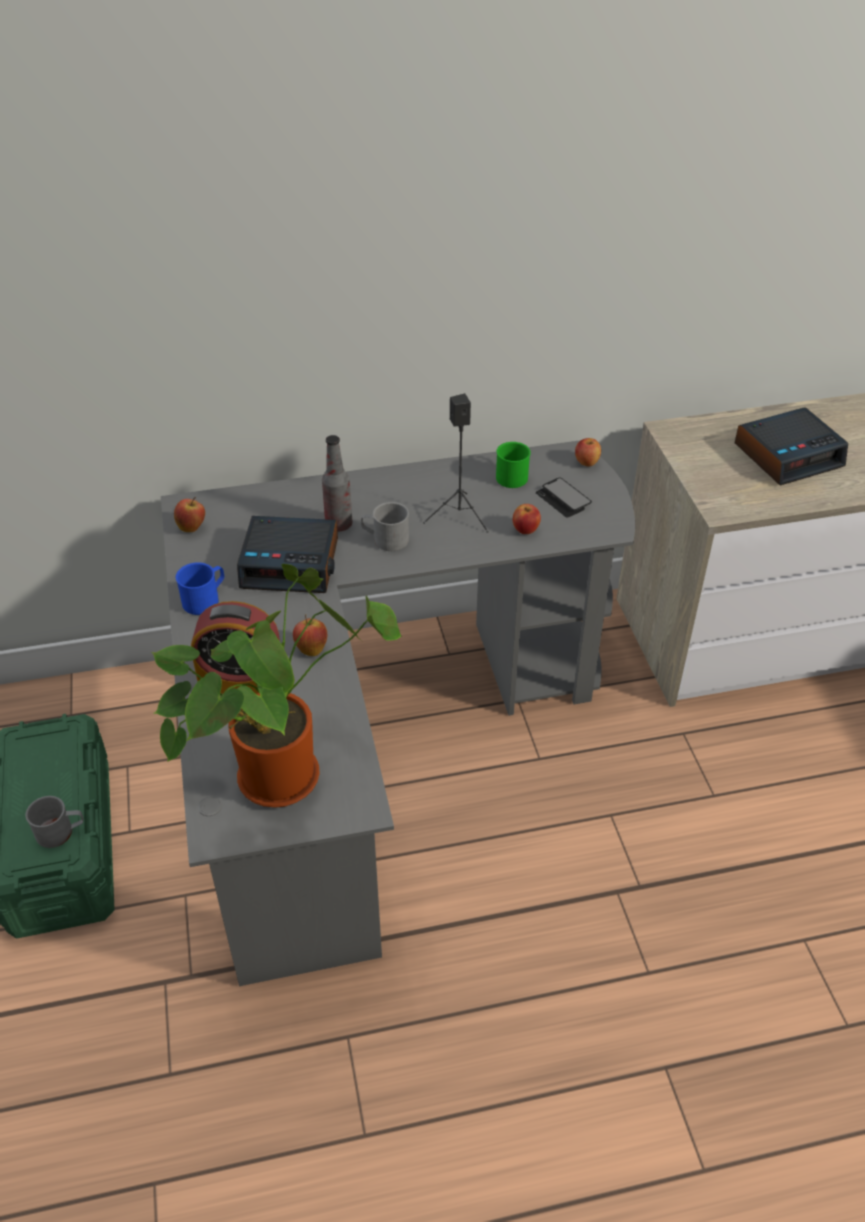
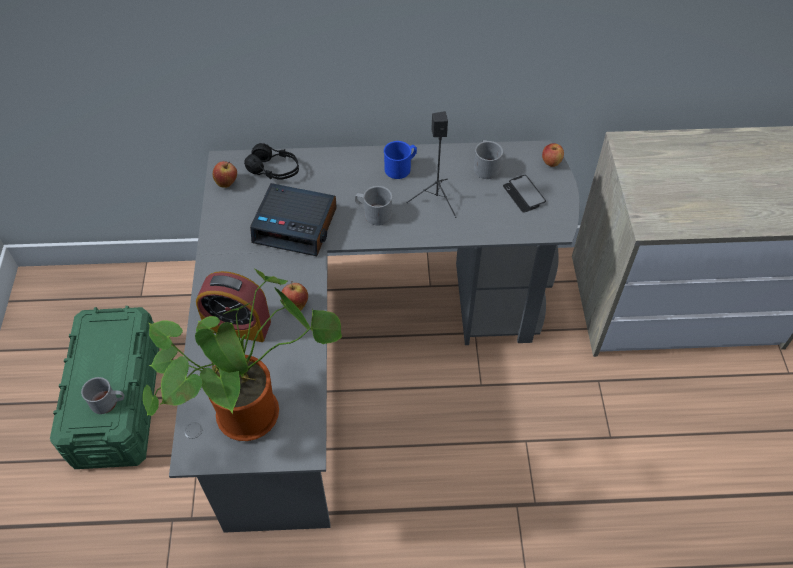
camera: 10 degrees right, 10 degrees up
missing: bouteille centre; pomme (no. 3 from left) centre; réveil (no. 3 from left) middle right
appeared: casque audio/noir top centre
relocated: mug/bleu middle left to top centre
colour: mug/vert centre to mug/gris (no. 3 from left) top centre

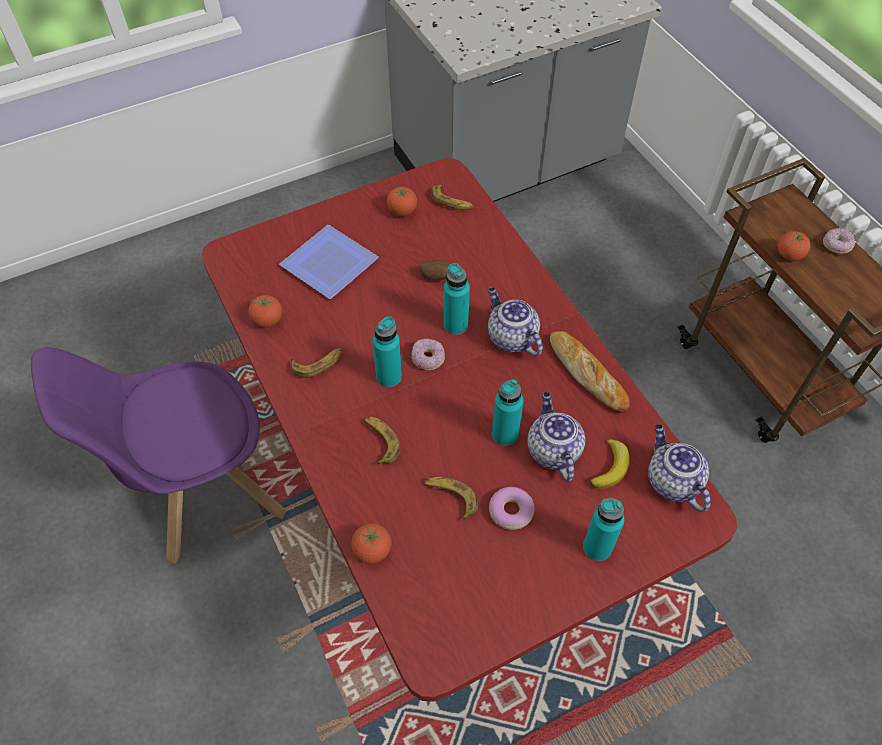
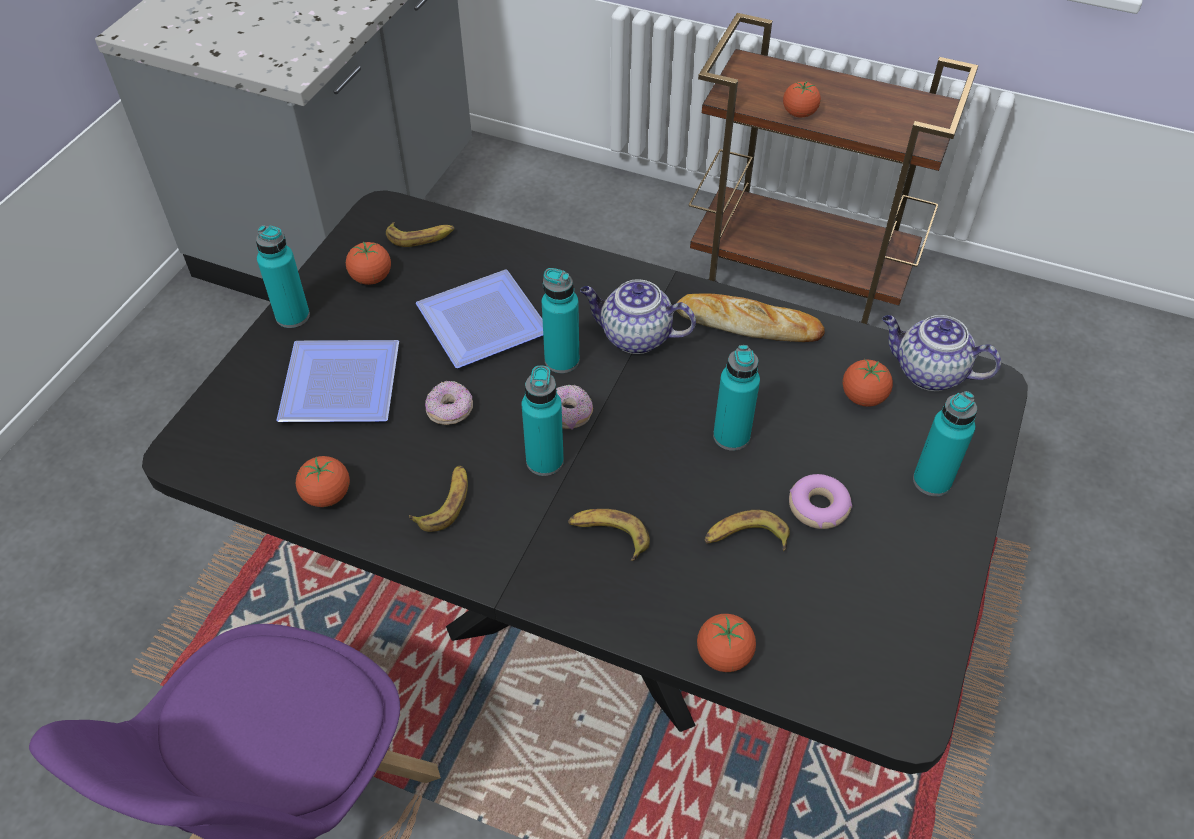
camera: 40 degrees left, 5 degrees down
missing: théière (no. 2 from left) centre
appeared: bouteille/turquoise (no. 1 from left) top left
relocated: beignet (no. 3 from left in the first image) top right to beignet (no. 1 from left) centre
exchanged: pomme de terre centre to assiette (no. 2 from left) centre; banane (no. 5 from left) middle right to tomate (no. 5 from left) middle right
colour: table à manger/rouge centre to table à manger/noir centre

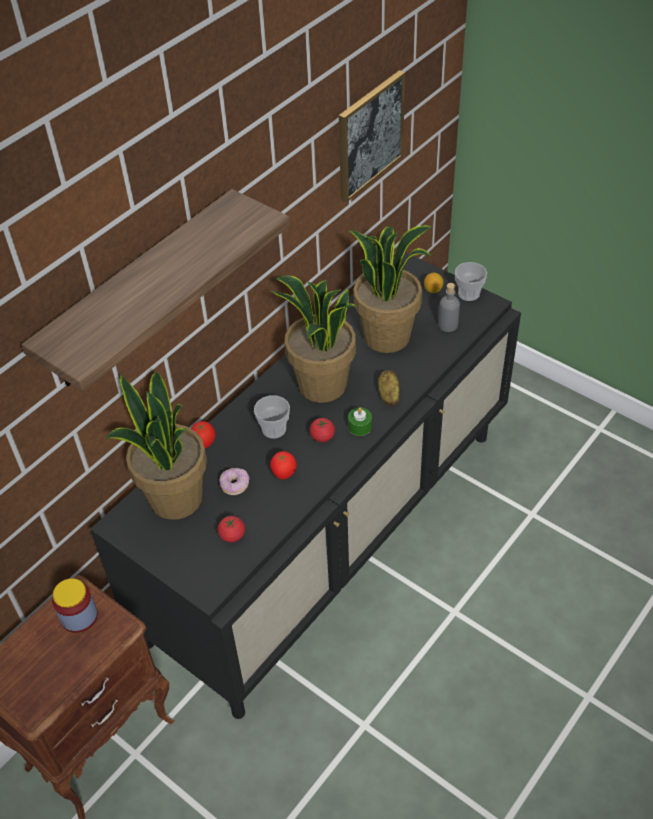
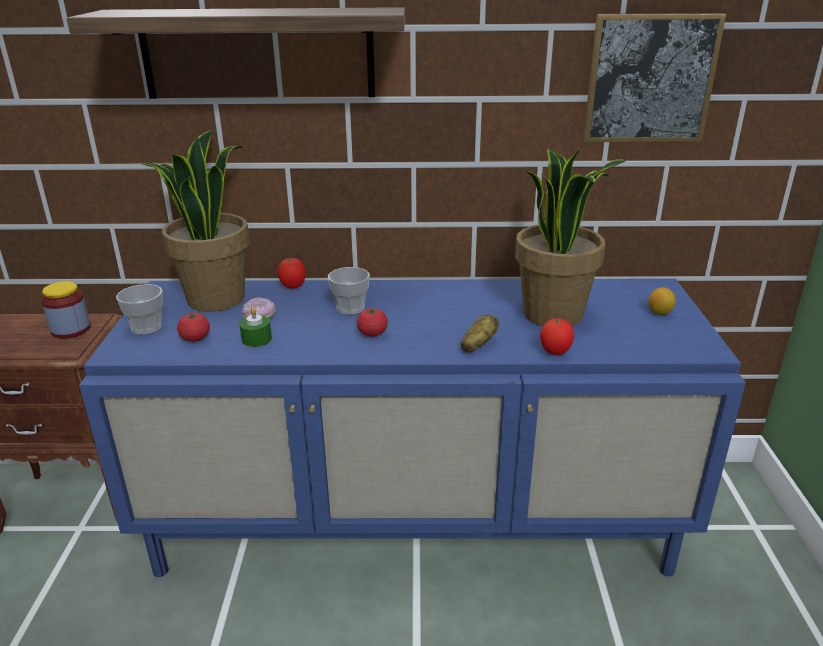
camera: 50 degrees right, 20 degrees down
missing: plante en pot (no. 2 from left) centre; bouteille/gris middle right
relocated: tasse (no. 2 from left in the first image) middle right to tasse (no. 1 from left) middle left; bougie/vert centre to middle left; tomate (no. 3 from left in the first image) centre to tomate (no. 4 from left) middle right
colour: meuble de rangement/noir centre to meuble de rangement/bleu centre

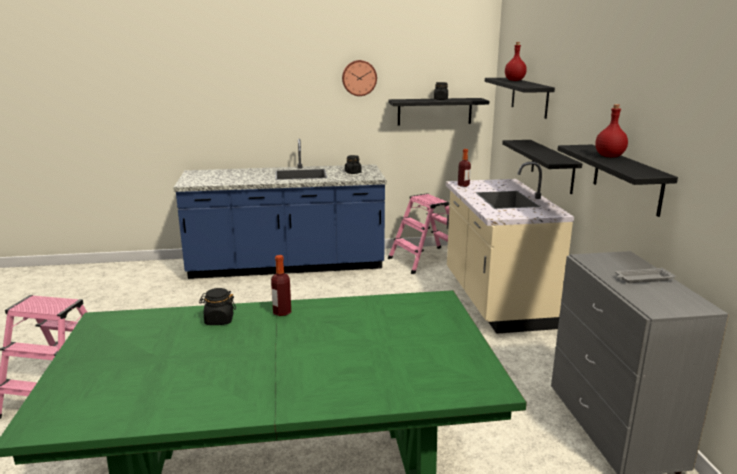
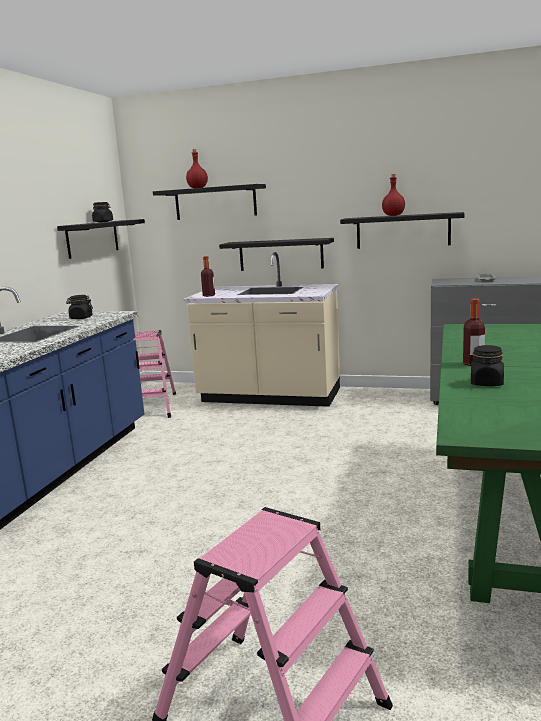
camera: 65 degrees left, 5 degrees down
missing: horloge murale top centre

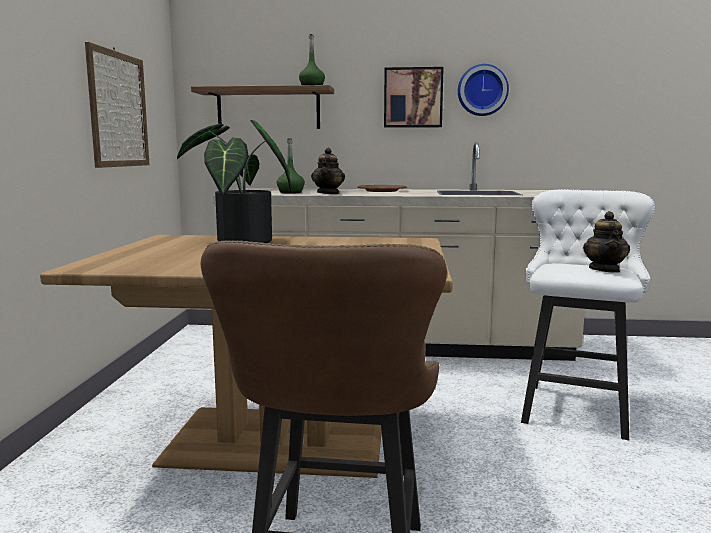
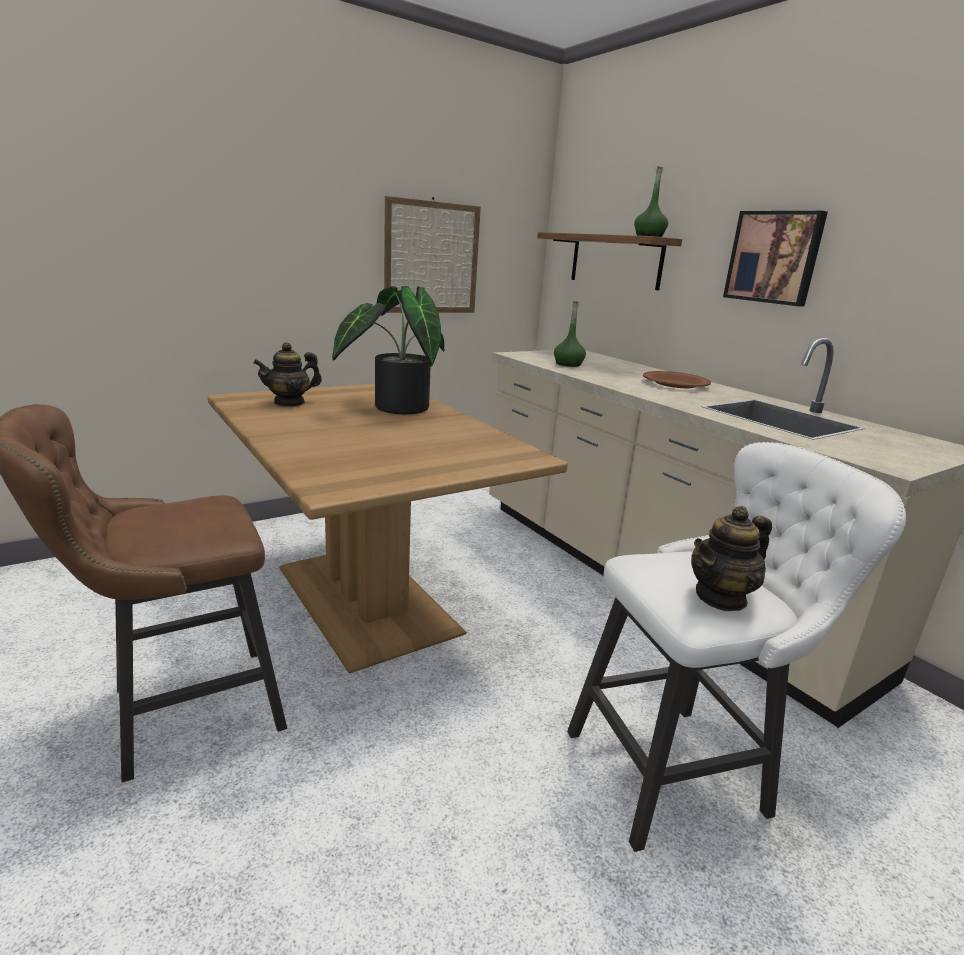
camera: 50 degrees right, 10 degrees up
missing: horloge murale top right
relocated: théière (no. 1 from left) top centre to middle left

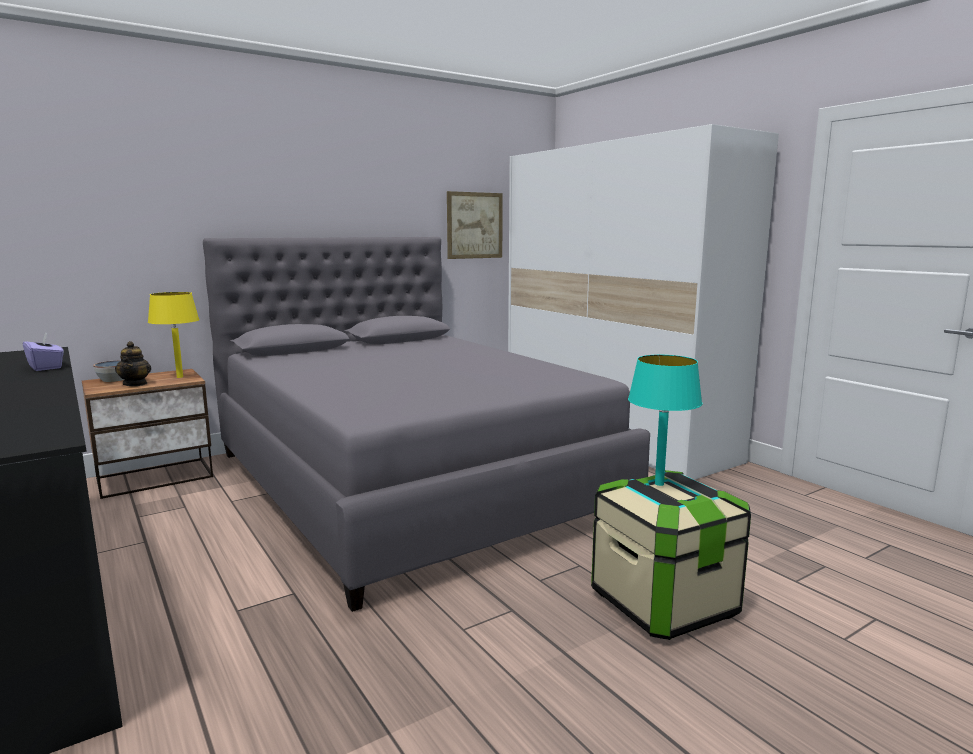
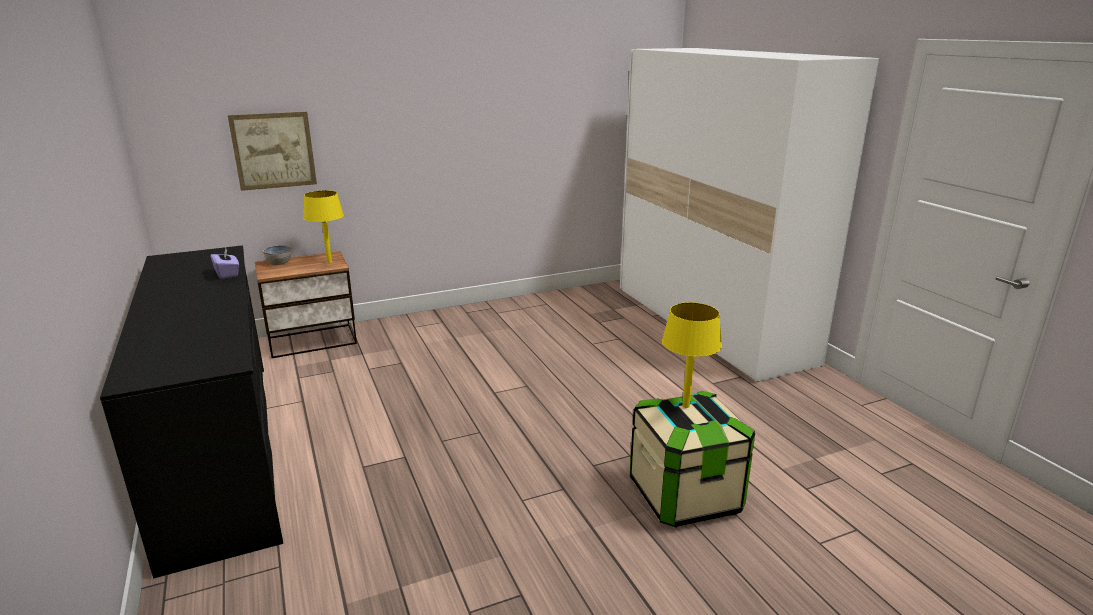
camera: 10 degrees right, 10 degrees up
missing: théière middle left; lit/gris centre
relocated: tableau top centre to top left
colour: lampe de table/turquoise middle right to lampe de table/jaune (no. 2 from left) centre

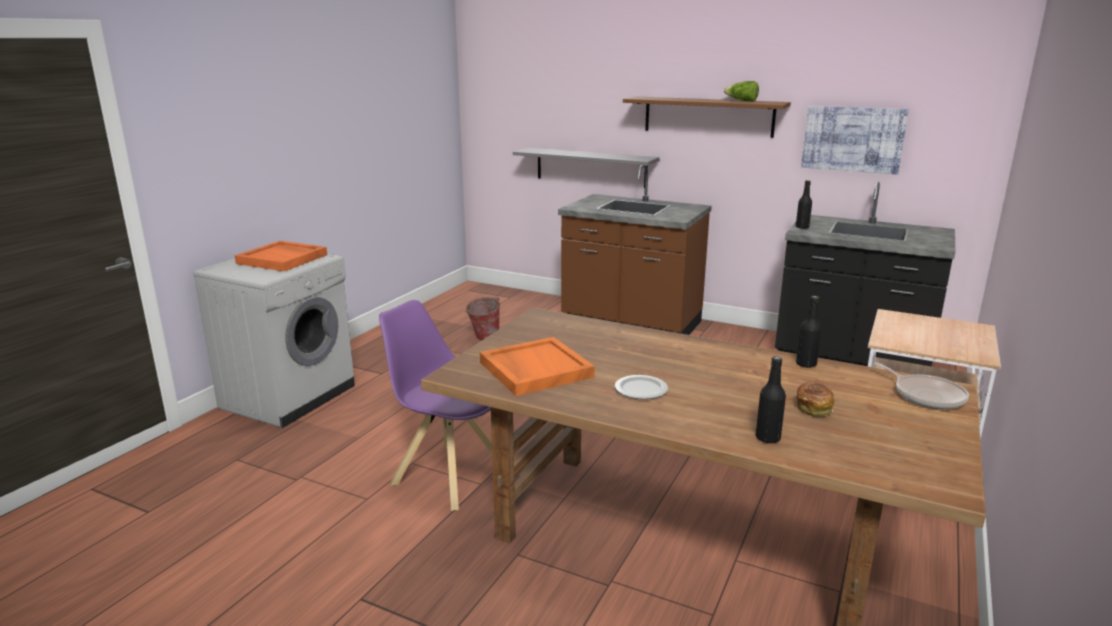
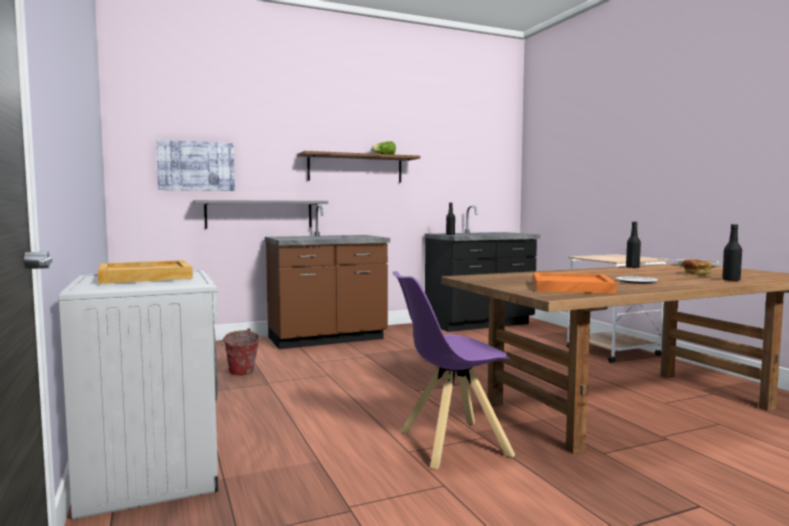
camera: 50 degrees left, 15 degrees down
relocated: tableau top right to top left
colour: plateau/orange (no. 1 from left) middle left to plateau/beige middle left

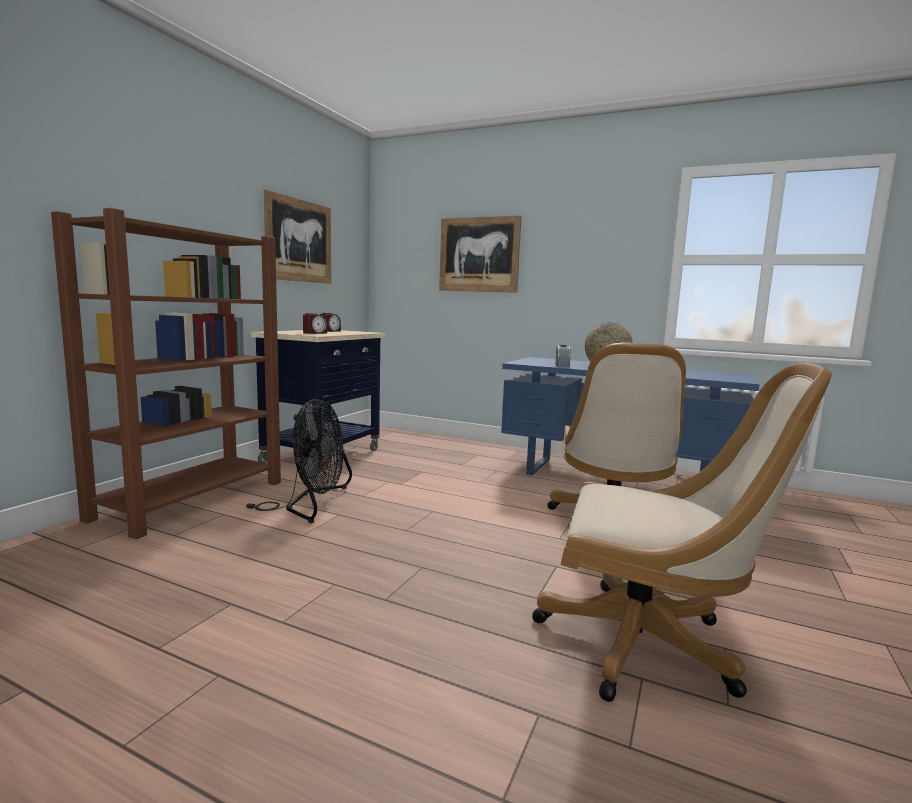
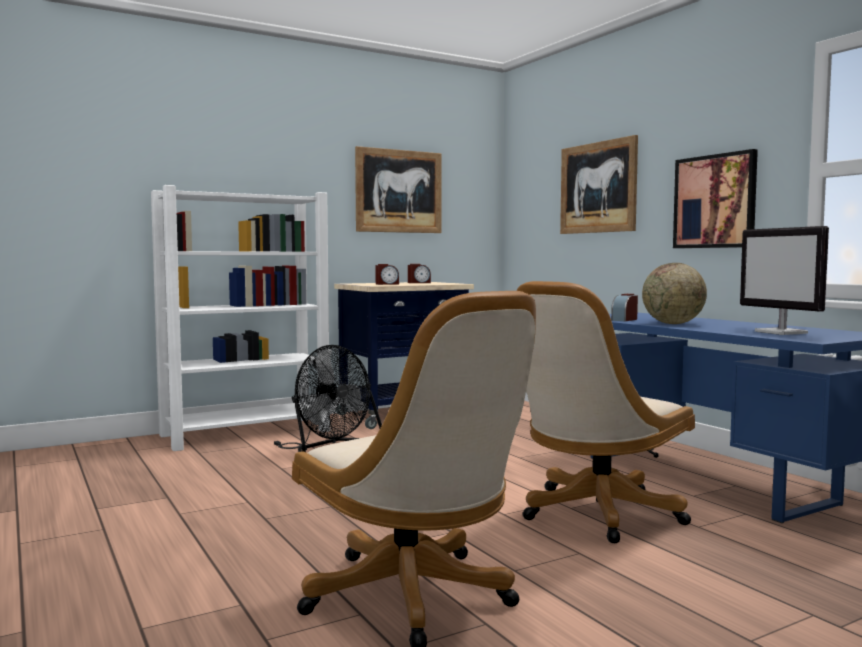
camera: 35 degrees right, 5 degrees down
appeared: tableau (no. 3 from left) top right; écran d'ordinateur middle right
colour: bibliothèque/marron middle left to bibliothèque/blanc middle left

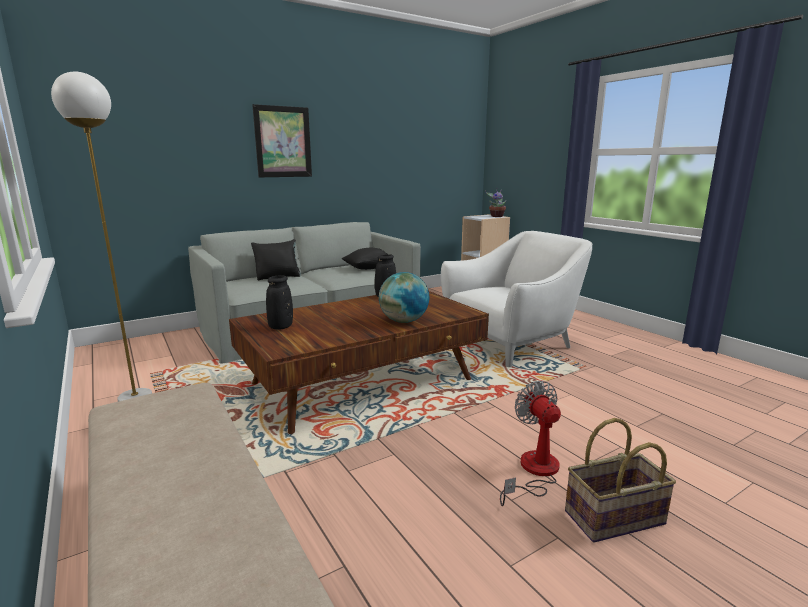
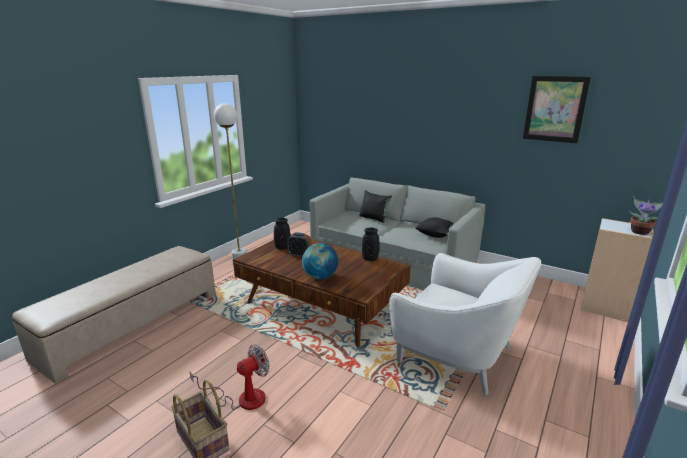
camera: 65 degrees right, 5 degrees up
appeared: réveil centre
relocated: tableau top centre to top right

